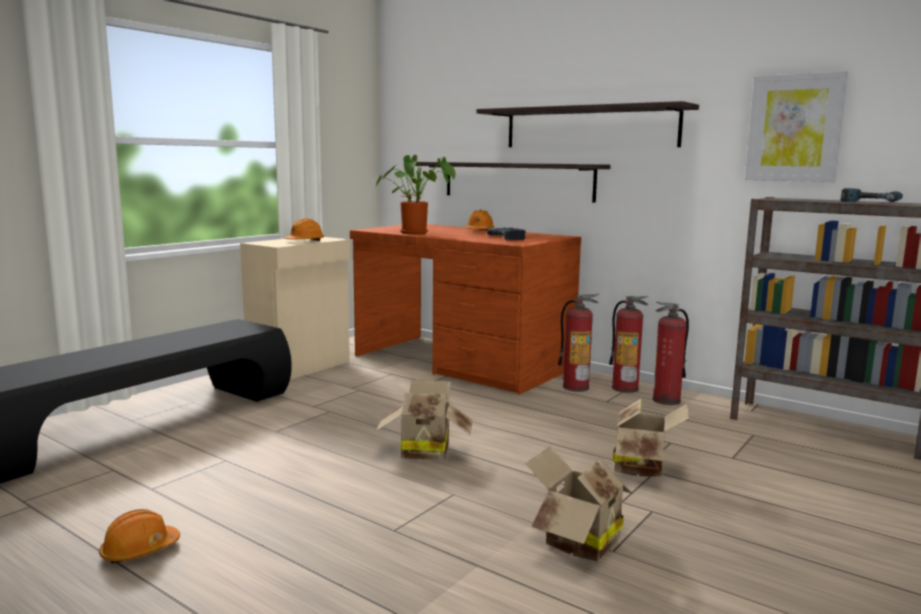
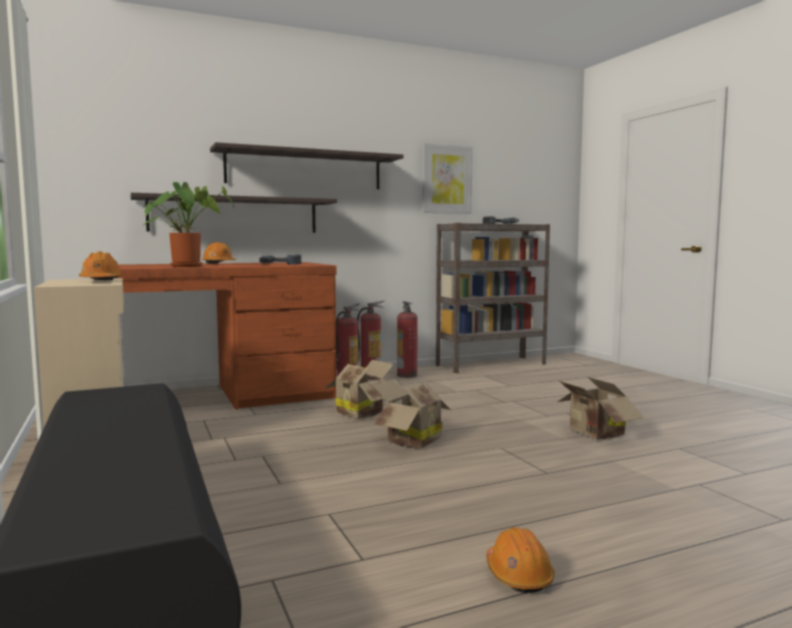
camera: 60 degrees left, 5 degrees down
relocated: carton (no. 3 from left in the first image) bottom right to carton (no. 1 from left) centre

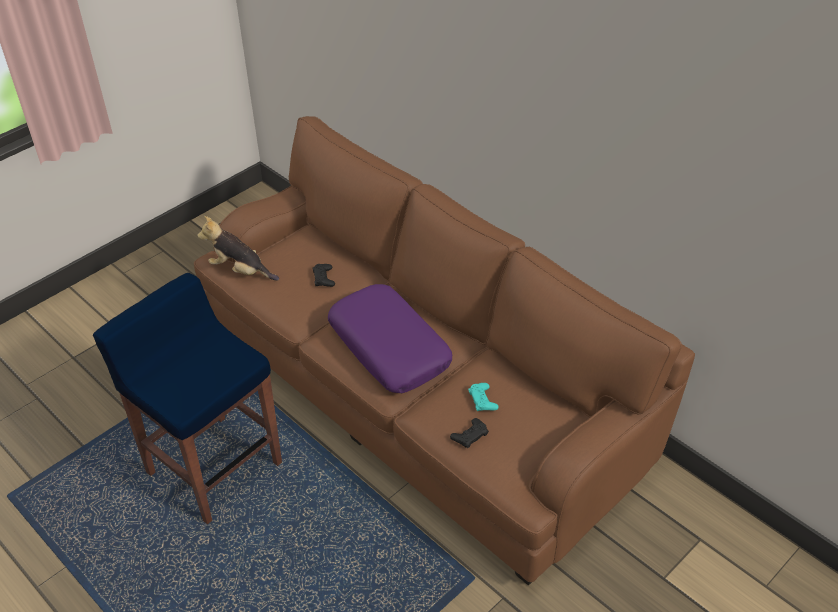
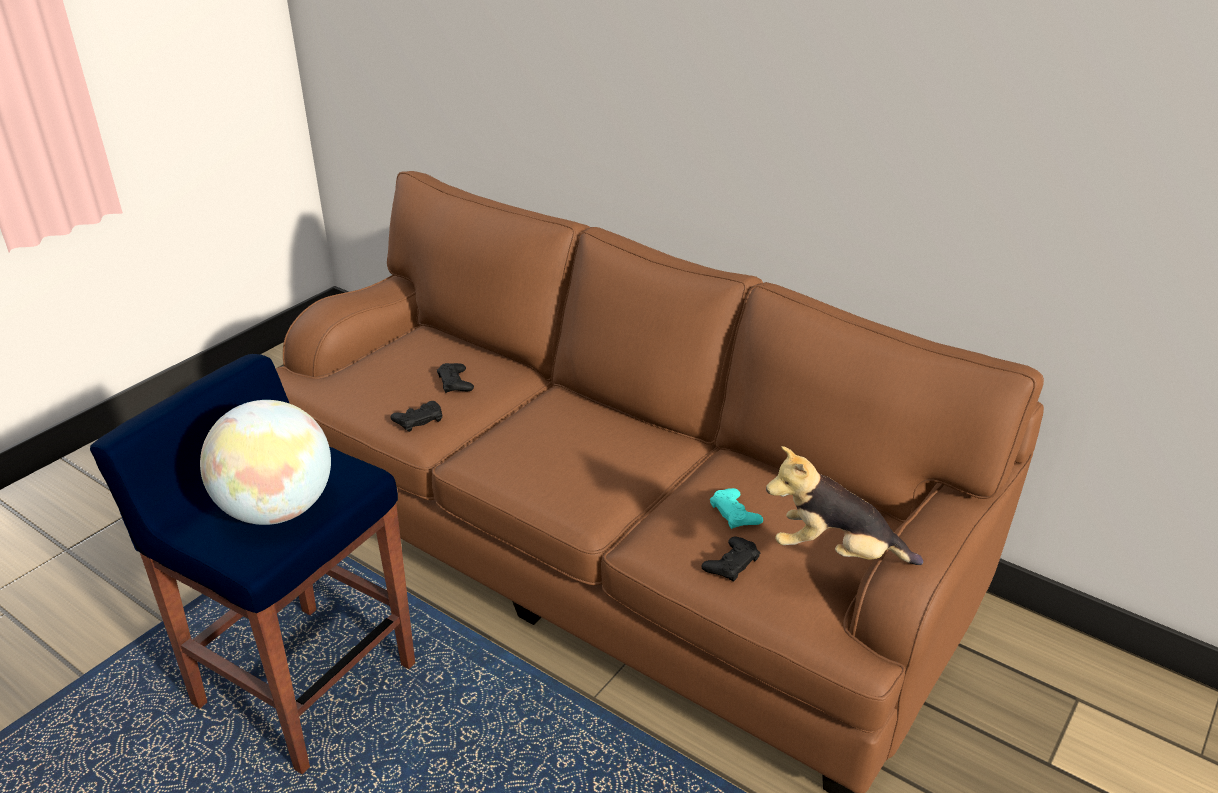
camera: 10 degrees left, 10 degrees down
missing: coussin/violet centre
appeared: globe middle left; manette/noir (no. 1 from left) centre
relocated: peluche middle left to middle right

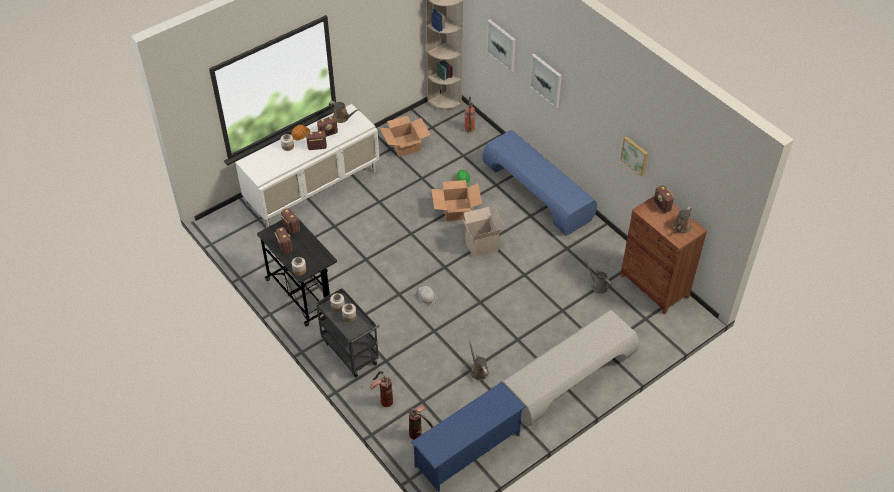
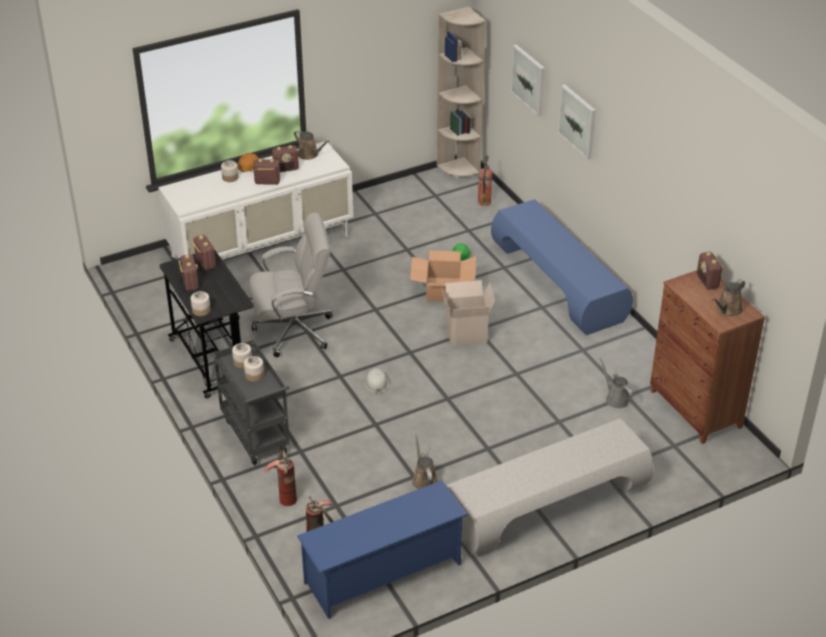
camera: 10 degrees right, 10 degrees down
missing: carton (no. 1 from left) top centre; tableau (no. 3 from left) top right
appeared: chaise de bureau/gris centre

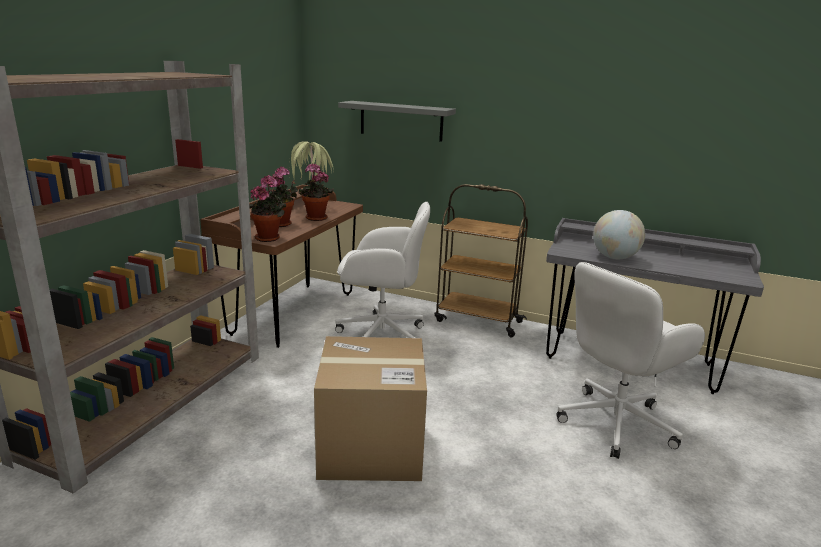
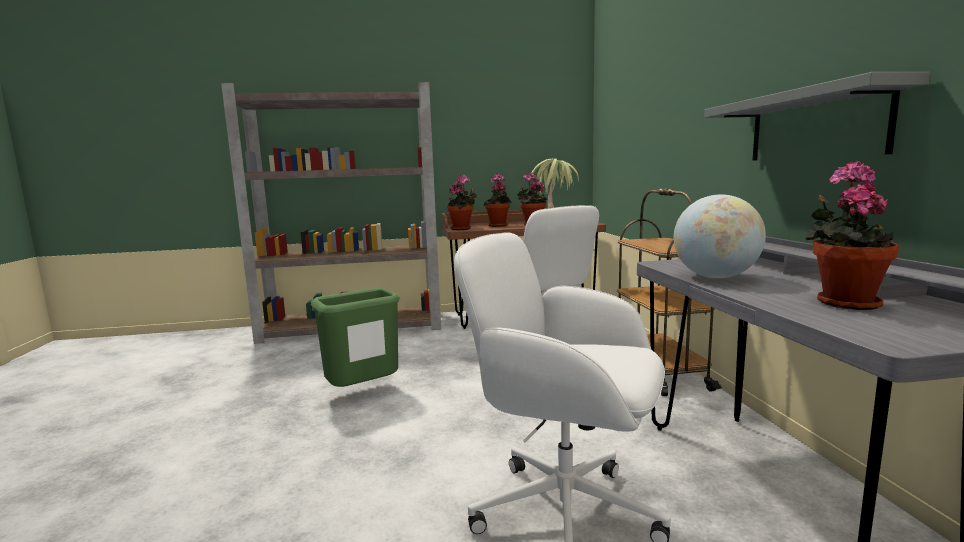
camera: 60 degrees right, 10 degrees down
appeared: plante en pot (no. 5 from left) middle right
relocated: étagère/gris top centre to top right
exchanged: carton bottom centre to poubelle/vert centre

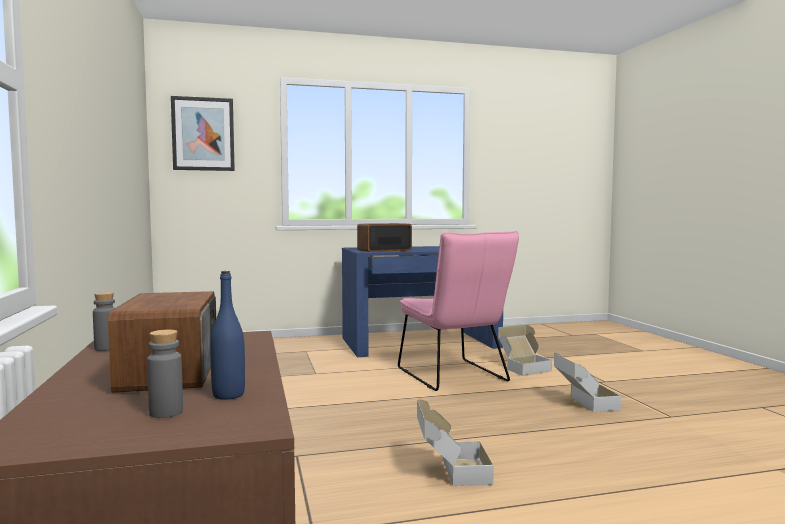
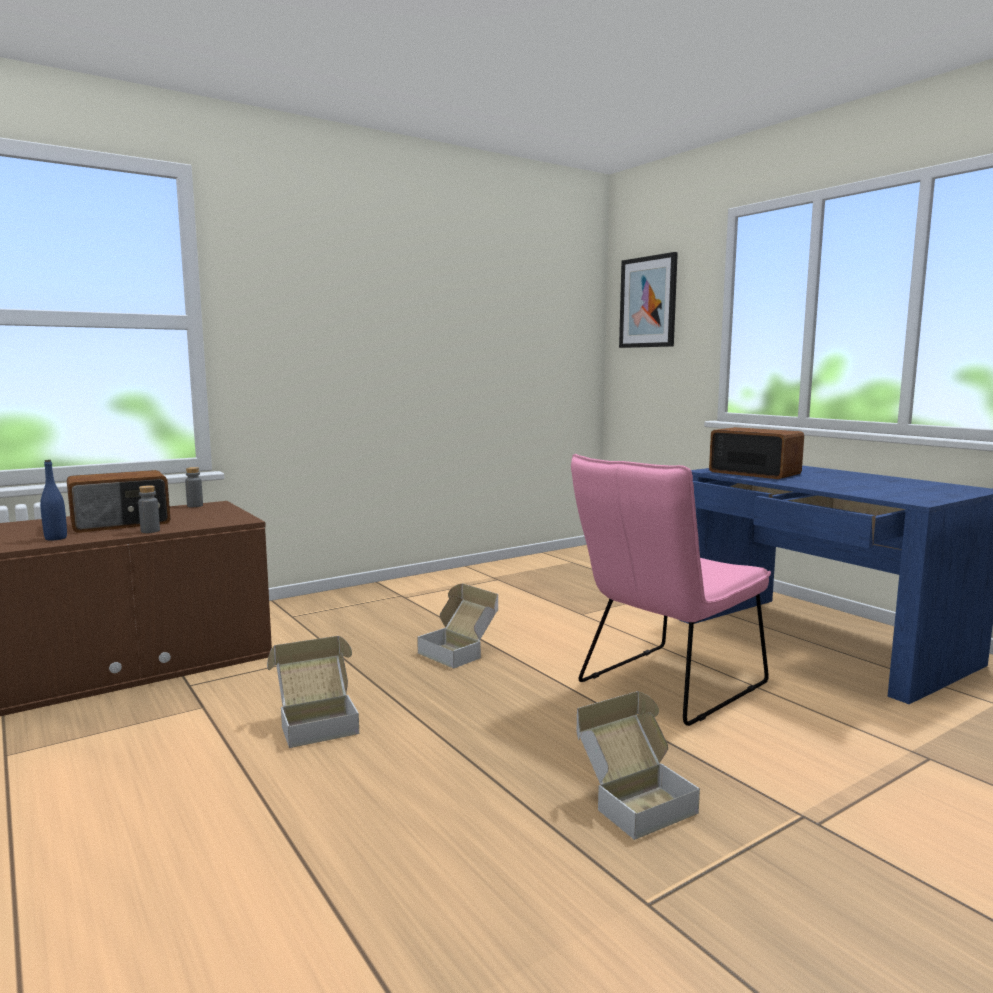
camera: 70 degrees right, 5 degrees up
relocated: bouteille/gris (no. 2 from left in the first image) bottom left to bouteille/gris (no. 1 from left) middle left; carton (no. 2 from left) bottom right to centre

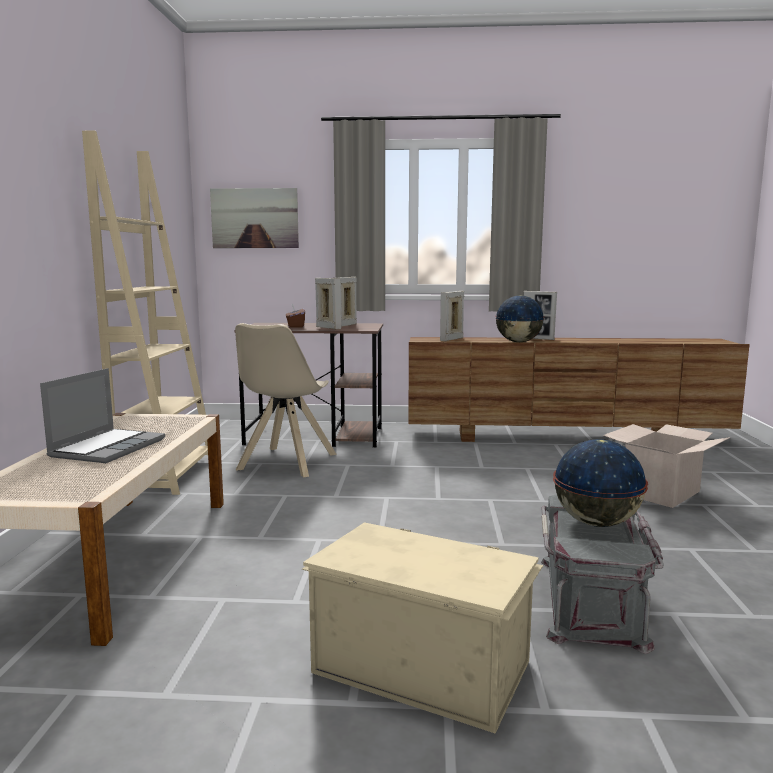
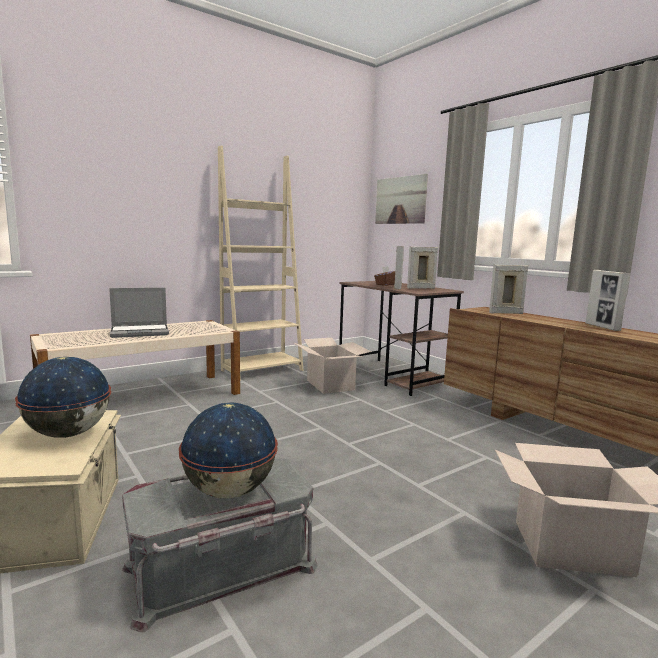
camera: 50 degrees right, 0 degrees up
relocated: globe (no. 1 from left) middle right to middle left
exchanged: chaise/beige centre to carton (no. 1 from left) centre

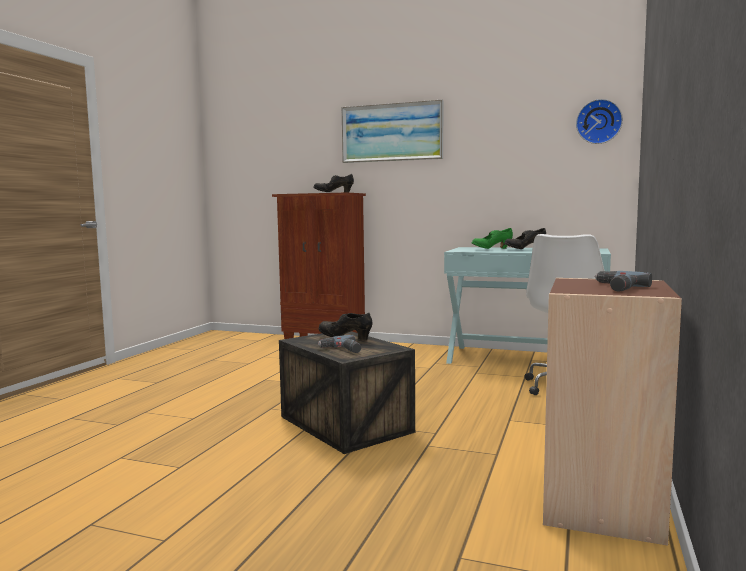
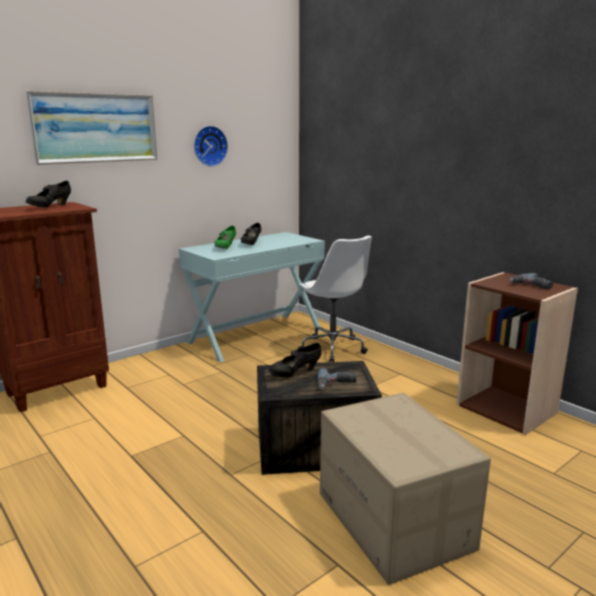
camera: 60 degrees left, 10 degrees up
appeared: carton bottom right
relocated: horloge murale top right to top centre

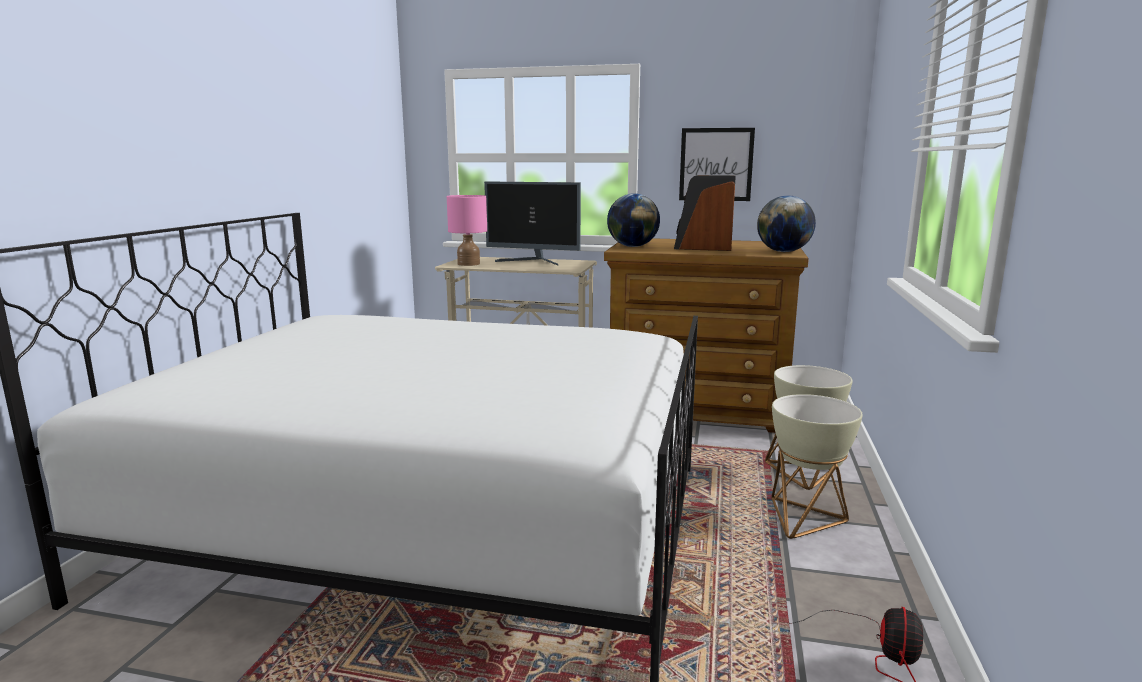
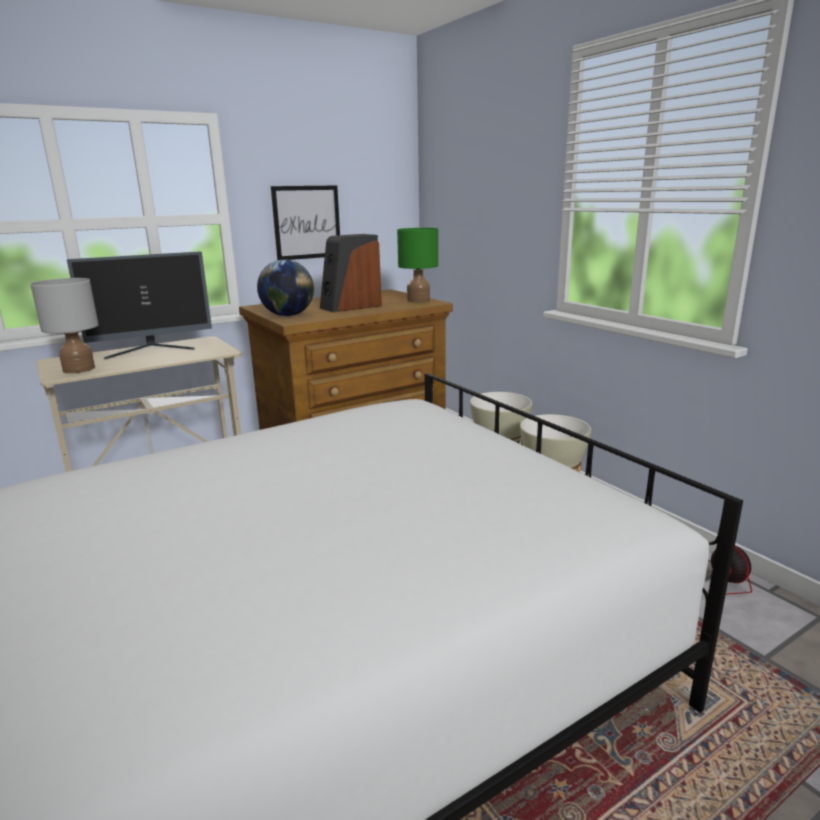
camera: 45 degrees left, 5 degrees up
exchanged: globe (no. 2 from left) top right to lampe de table/vert top centre
colour: lampe de table/rose centre to lampe de table/gris middle left

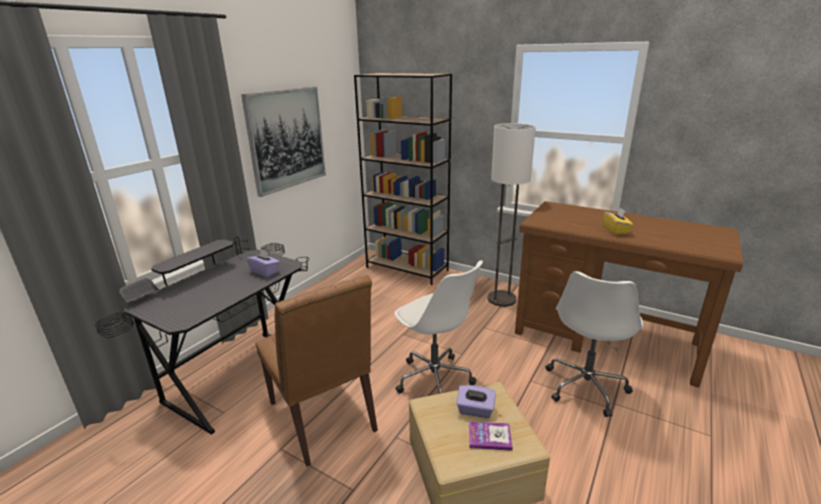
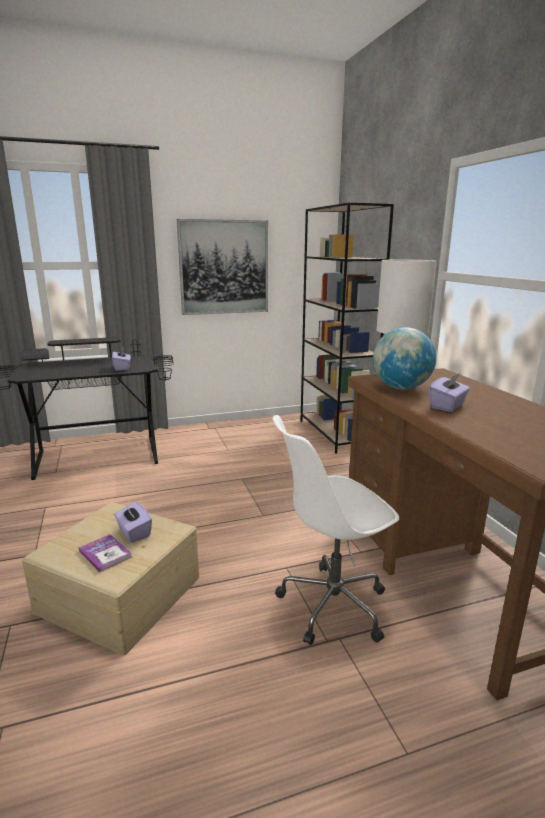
camera: 40 degrees right, 5 degrees down
missing: chaise/marron bottom centre; chaise de bureau/blanc (no. 1 from left) centre
appeared: globe middle right
colour: boîte à mouchoirs/jaune middle right to boîte à mouchoirs/violet (no. 3 from left) middle right

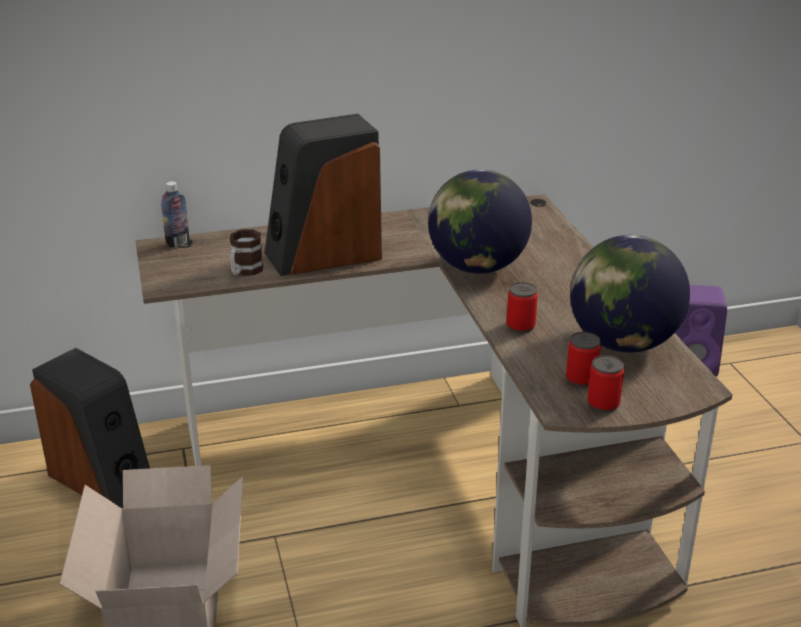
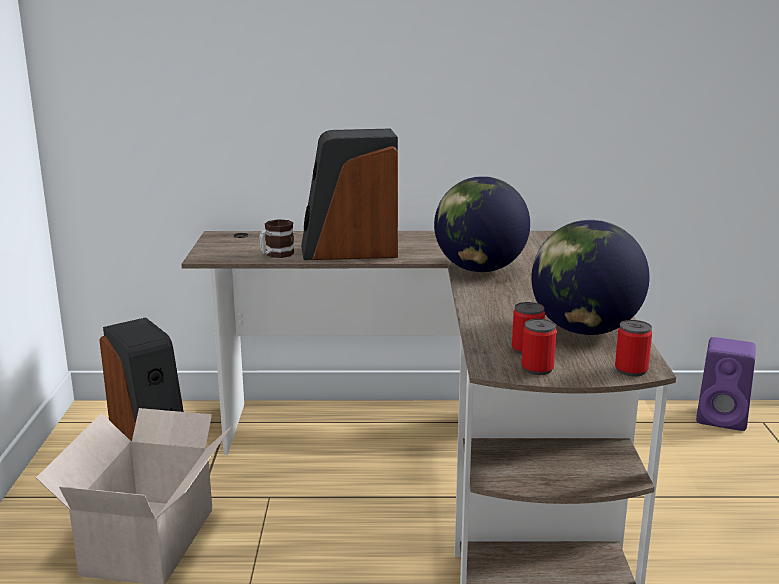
camera: 15 degrees right, 10 degrees down
missing: bouteille middle left
relocated: boîte métallique (no. 1 from left in the first image) centre to boîte métallique (no. 3 from left) middle right

